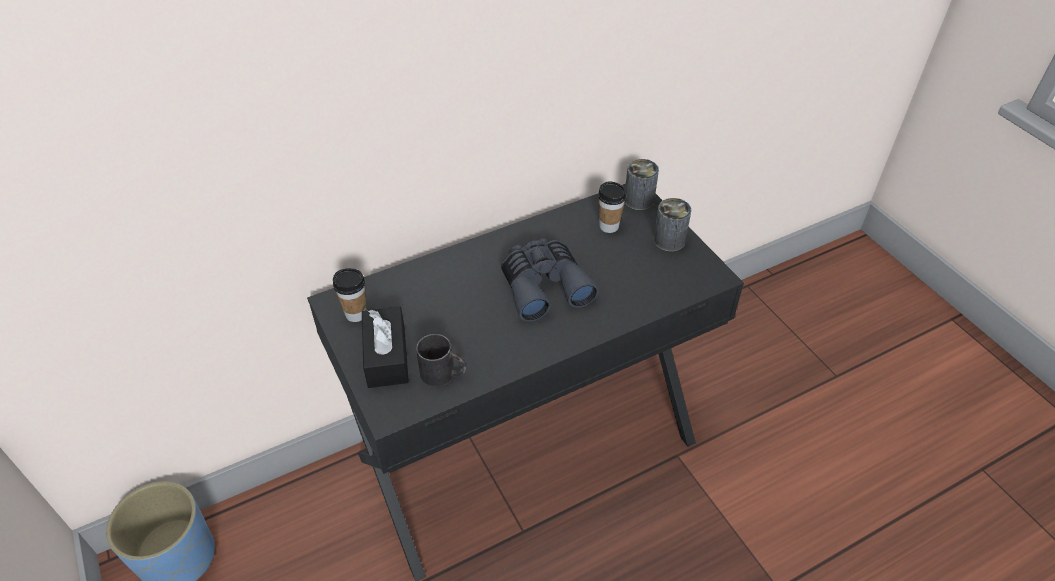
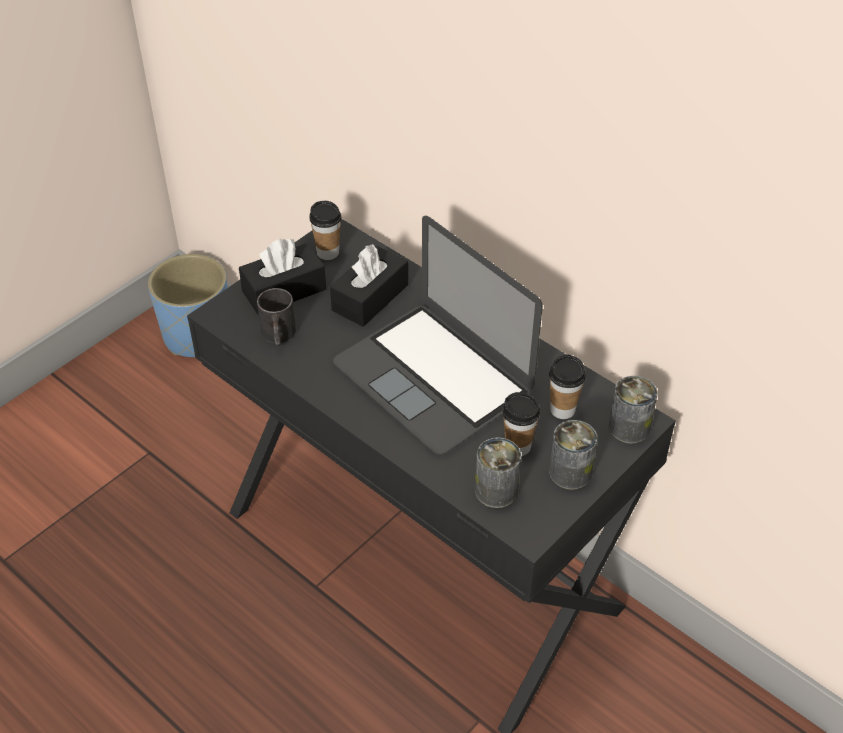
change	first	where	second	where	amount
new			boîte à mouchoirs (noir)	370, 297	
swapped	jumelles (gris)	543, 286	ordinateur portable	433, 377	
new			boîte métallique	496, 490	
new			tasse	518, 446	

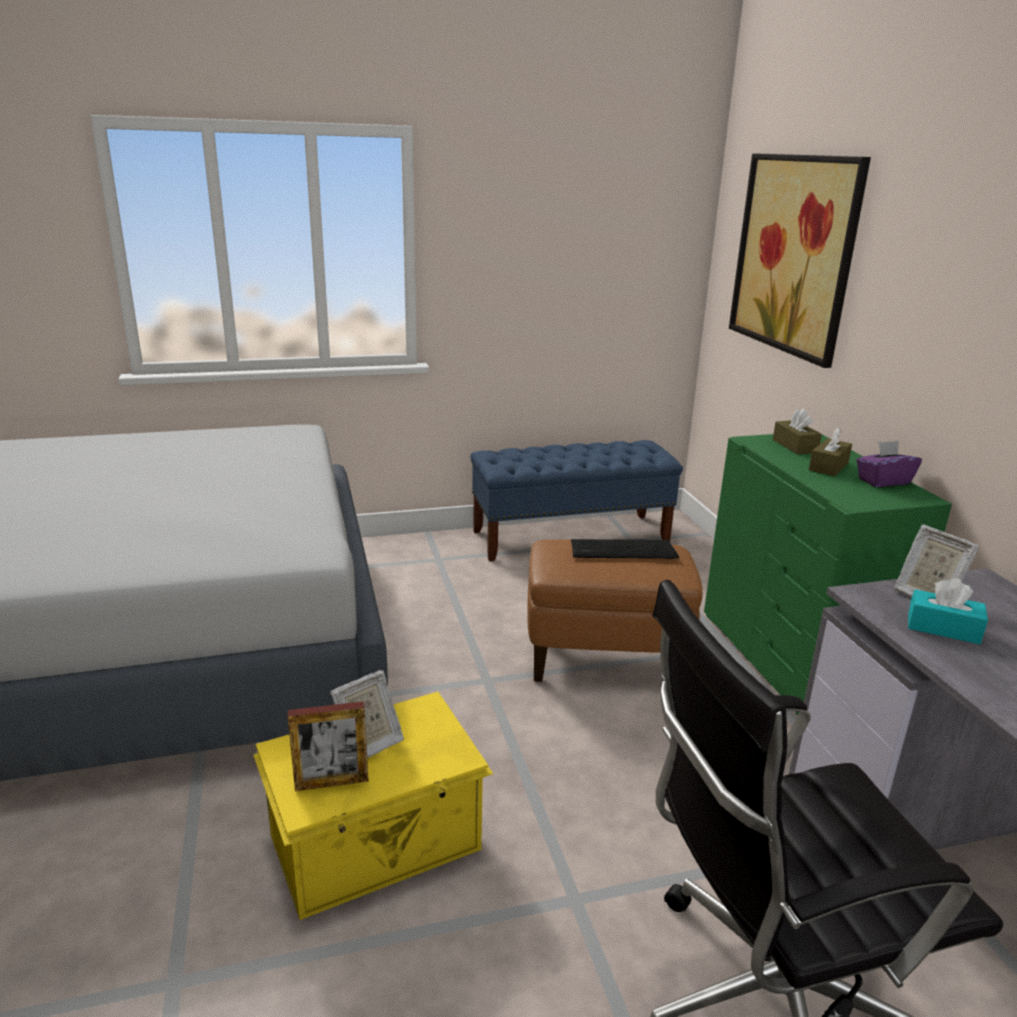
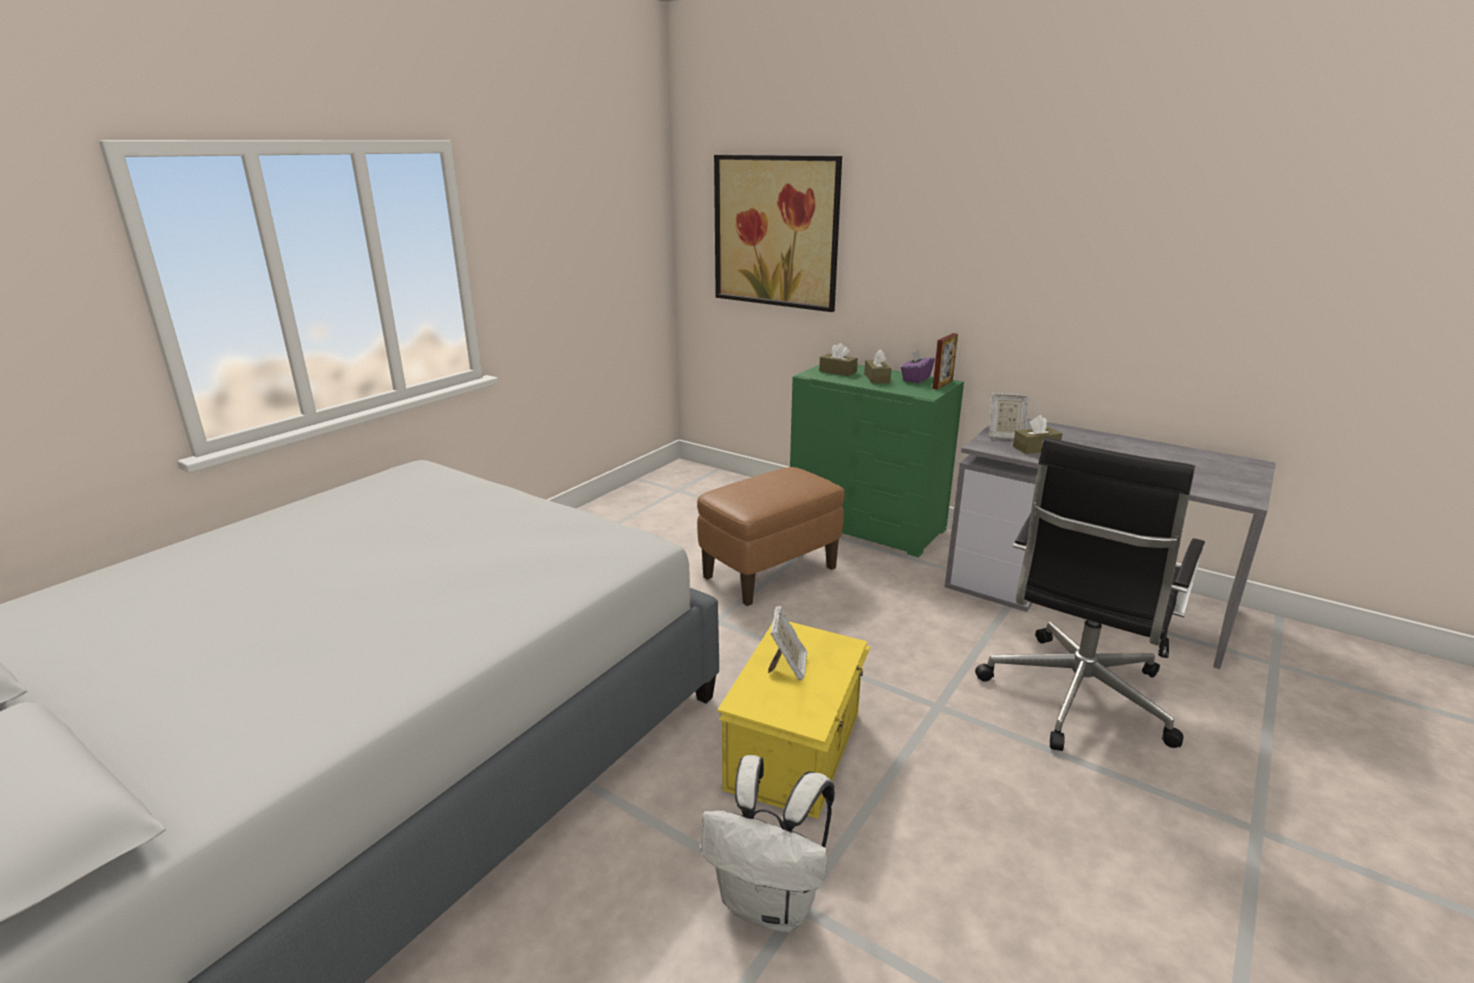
change	first	where	second	where	amount
new			sac à dos (blanc)	770, 903	
shifted	cadre photo	331, 782		942, 384	
repainted	boîte à mouchoirs (turquoise)	943, 628	boîte à mouchoirs (marron)	1036, 448	
gone	banc (bleu)	571, 537			
gone	clavier	622, 550			

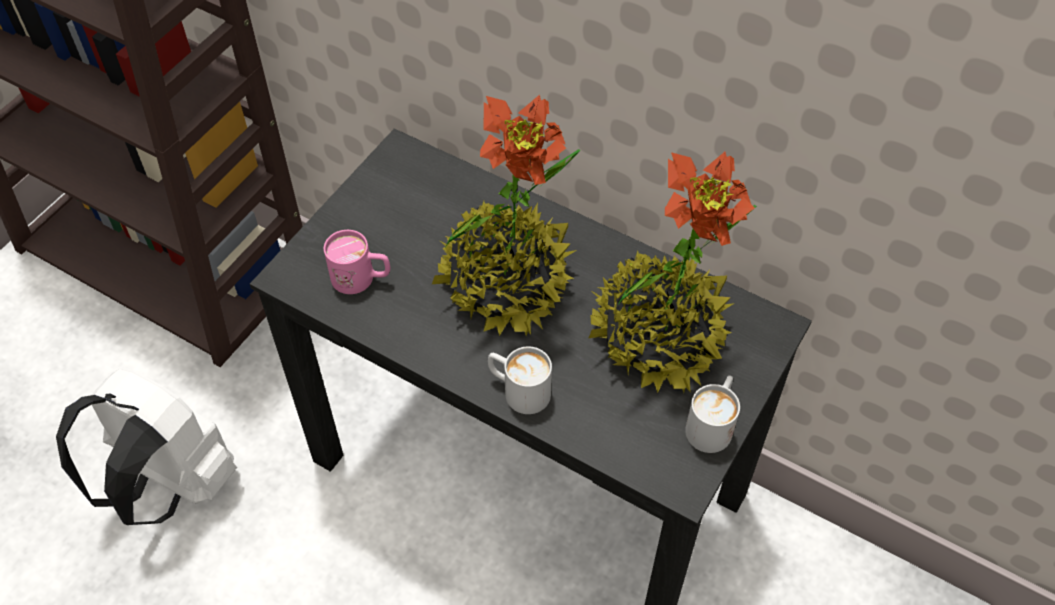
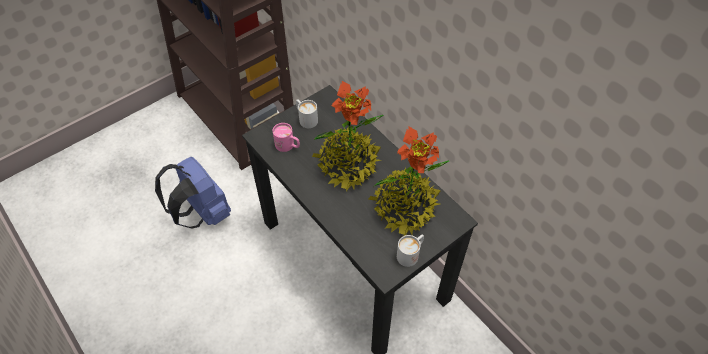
change	first	where	second	where	amount
repainted	sac à dos (blanc)	170, 484	sac à dos (bleu)	202, 213	
shifted	mug (blanc)	518, 390		306, 119	

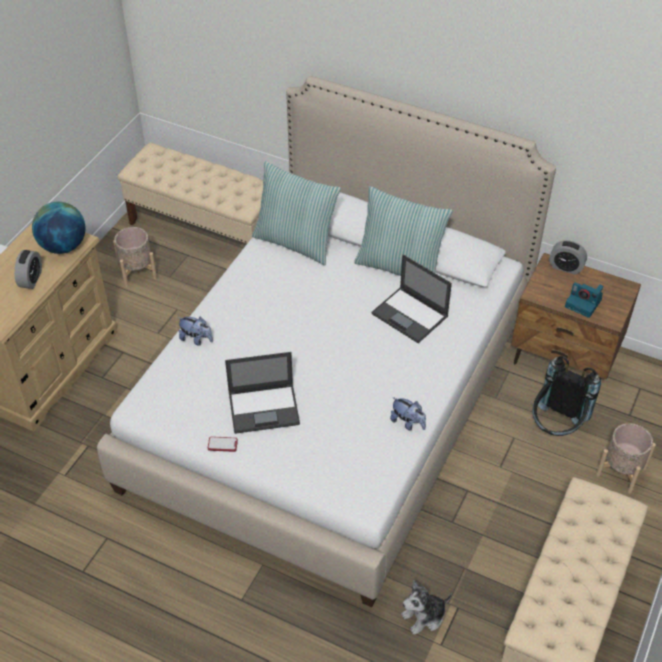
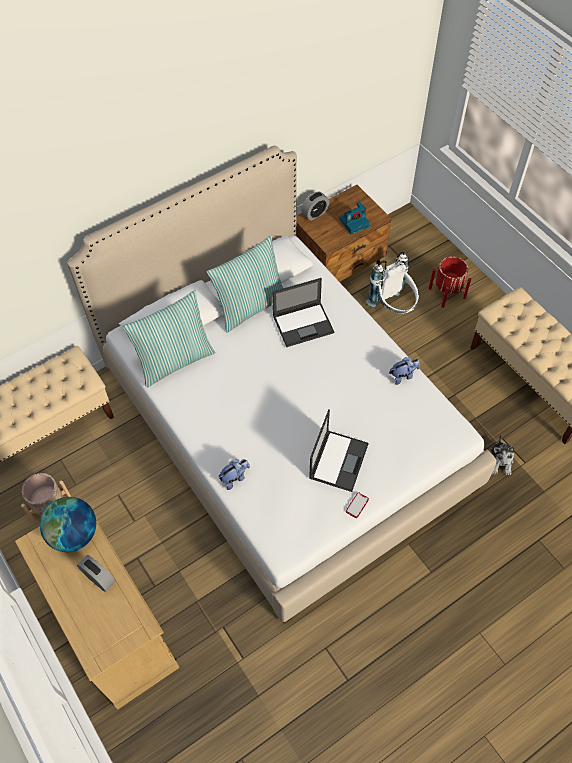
change	first	where	second	where	amount
repainted	sac à dos (noir)	556, 428	sac à dos (blanc)	393, 307	
repainted	cache-pot (beige)	621, 471	cache-pot (rouge)	446, 293	

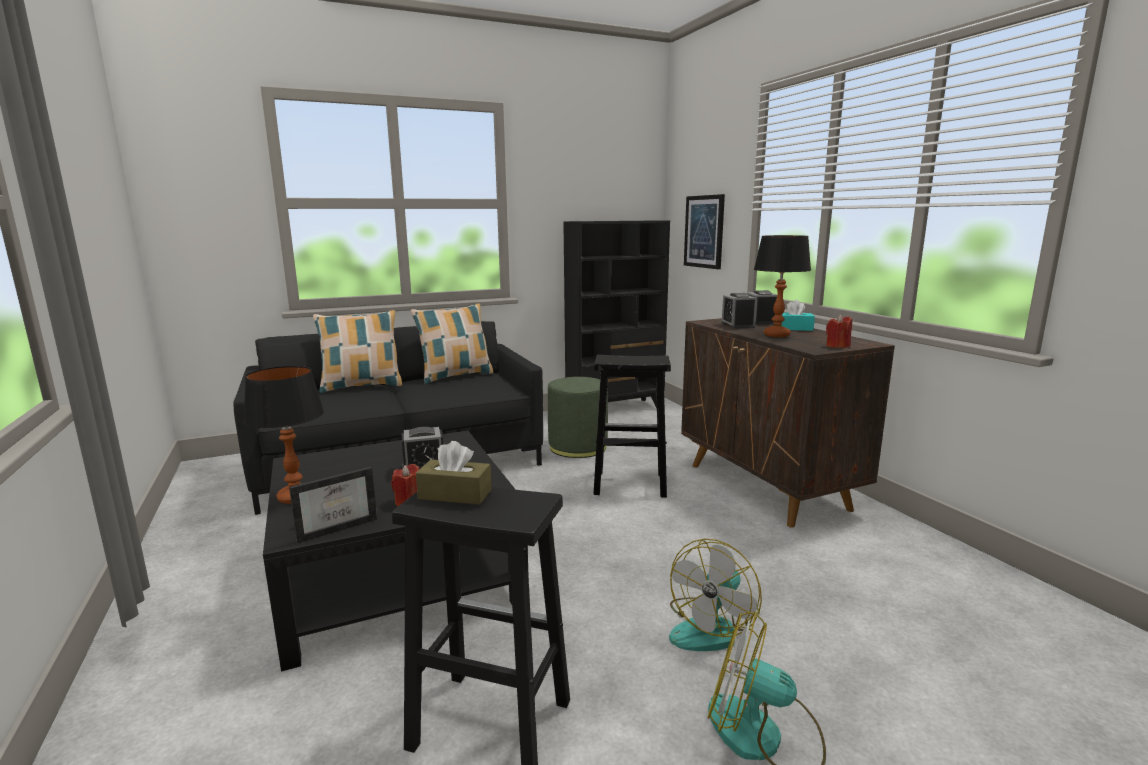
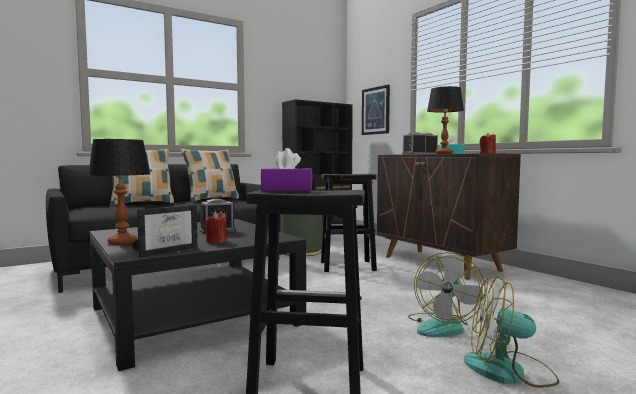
change	first	where	second	where	amount
repainted	boîte à mouchoirs (marron)	455, 494	boîte à mouchoirs (violet)	287, 190	

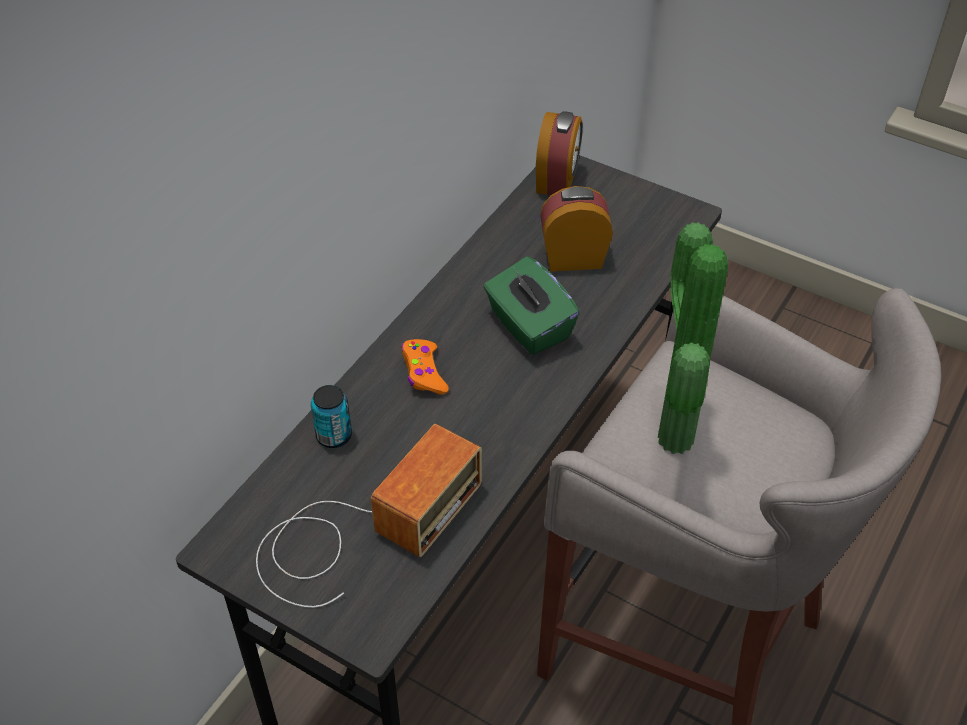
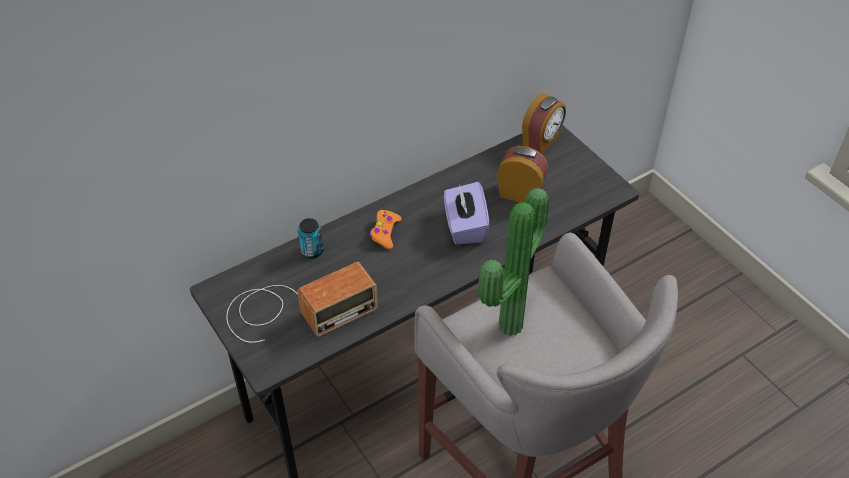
change	first	where	second	where	amount
repainted	boîte à mouchoirs (vert)	529, 326	boîte à mouchoirs (violet)	465, 226	

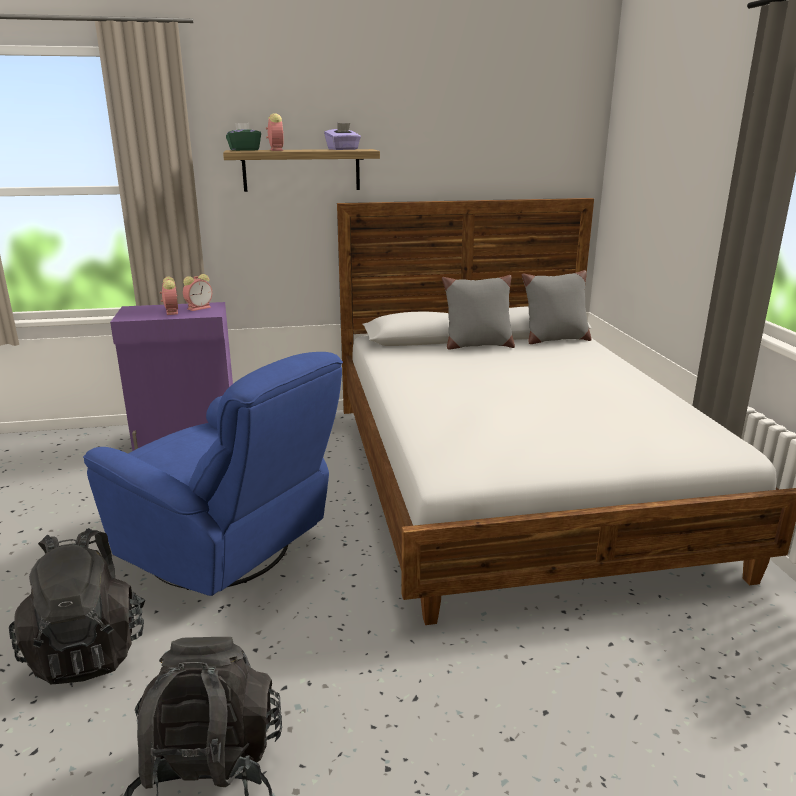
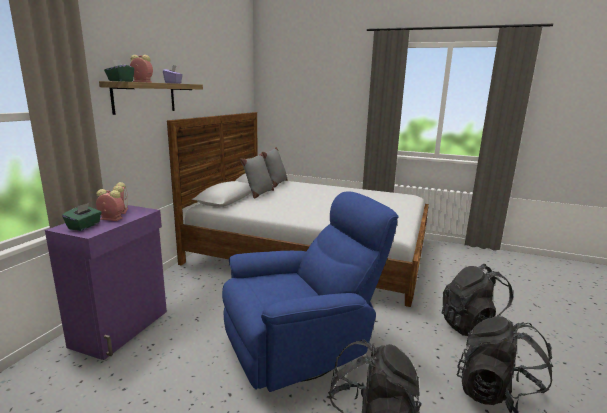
change	first	where	second	where	amount
new			boîte à mouchoirs (vert)	84, 226	
new			sac à dos (noir)	473, 326	

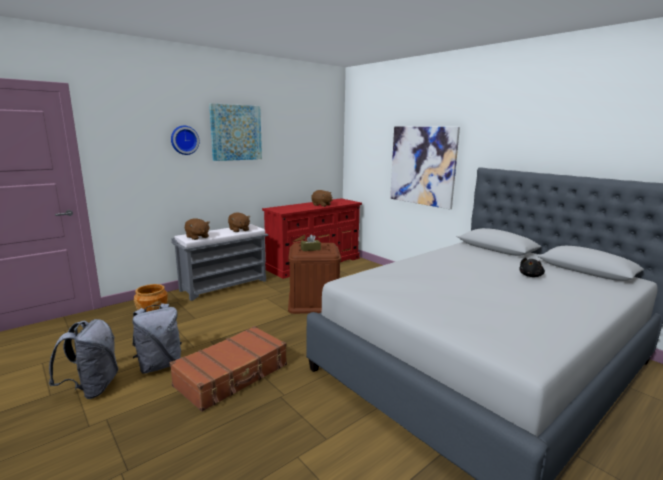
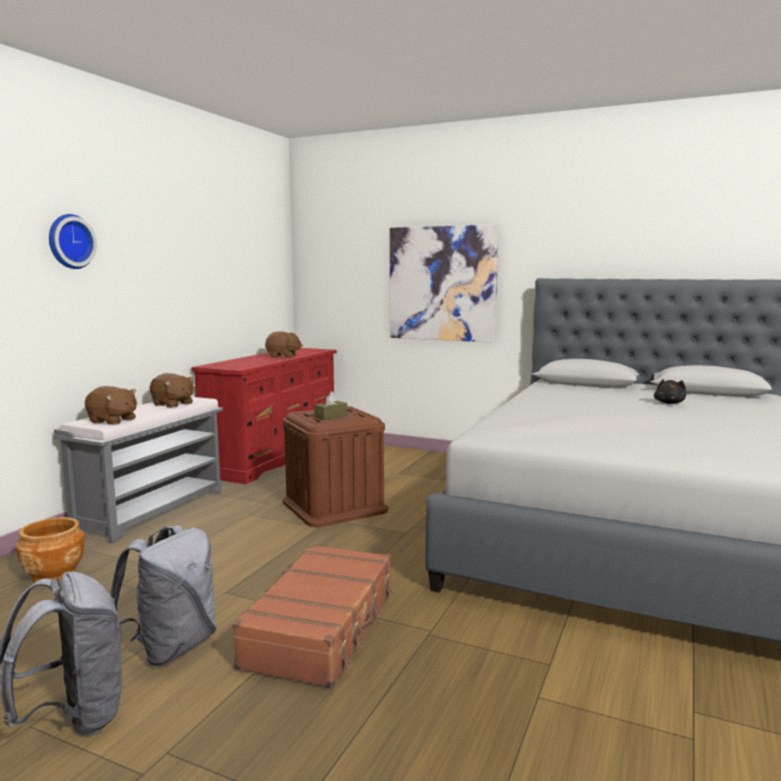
change	first	where	second	where	amount
gone	tableau	236, 132			

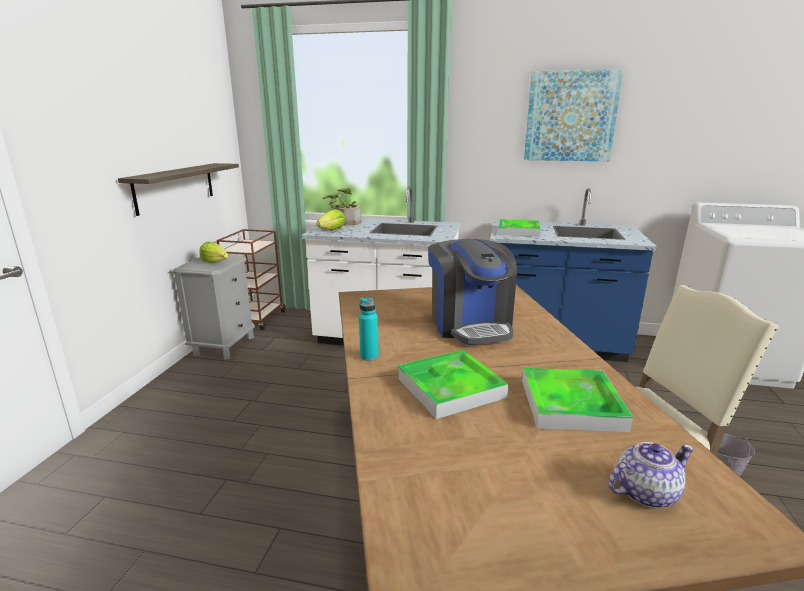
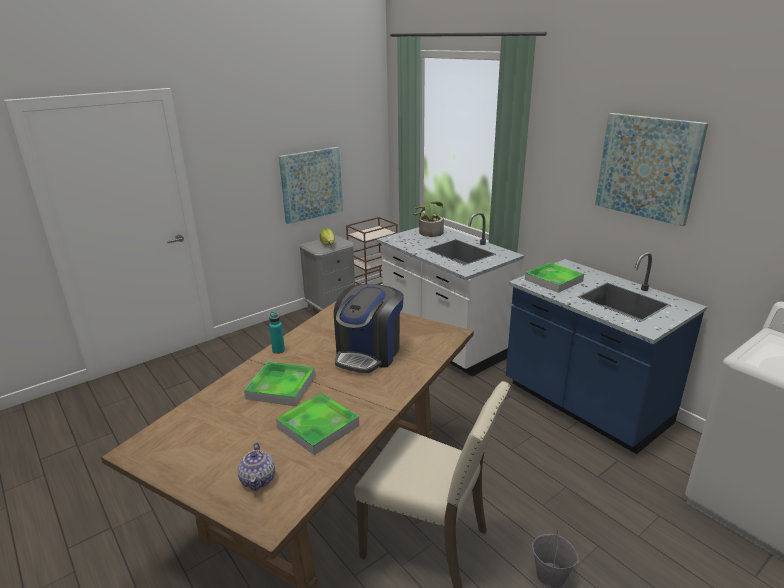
change	first	where	second	where	amount
rotated	théière	644, 492		258, 479	60 degrees clockwise
swapped	étagère	175, 187	tableau	311, 184	
gone	laitue	332, 230			

